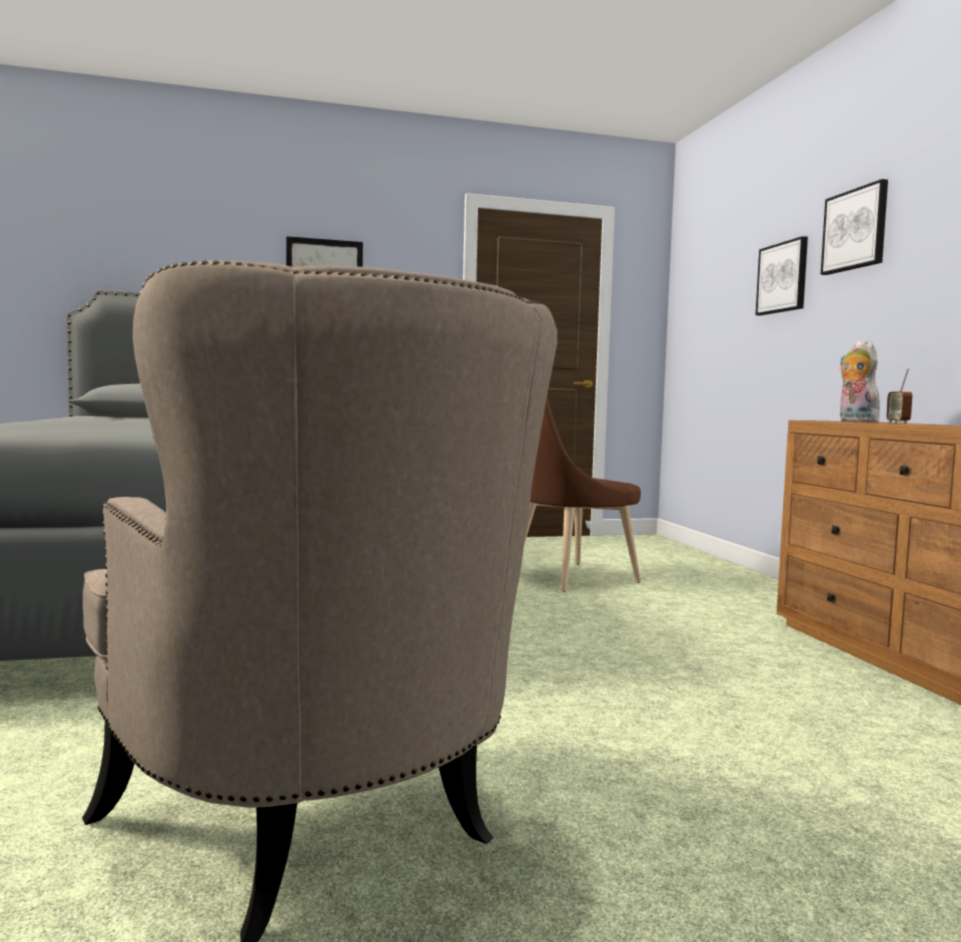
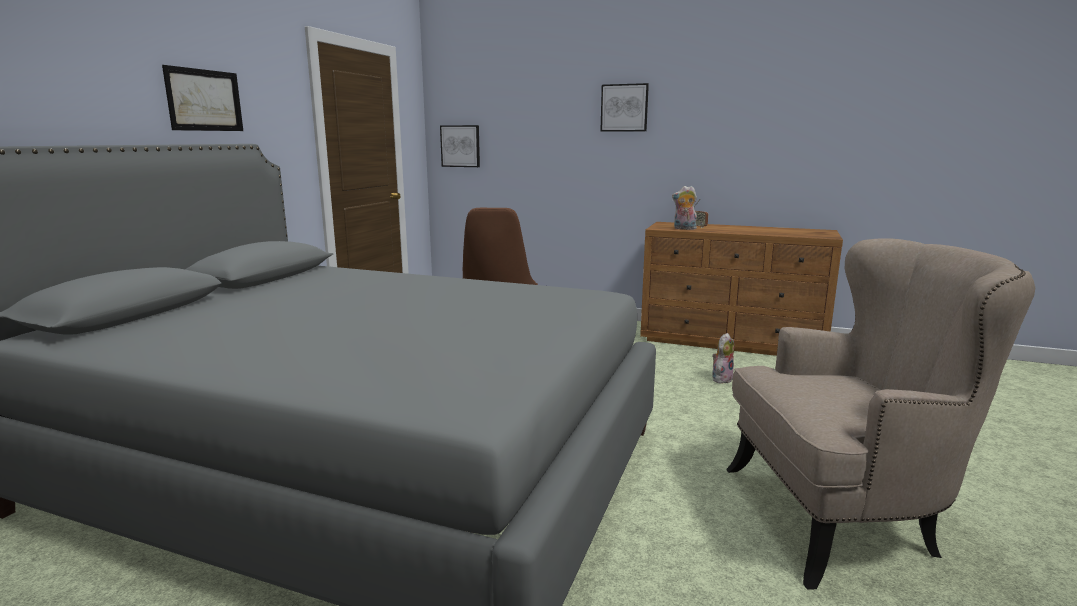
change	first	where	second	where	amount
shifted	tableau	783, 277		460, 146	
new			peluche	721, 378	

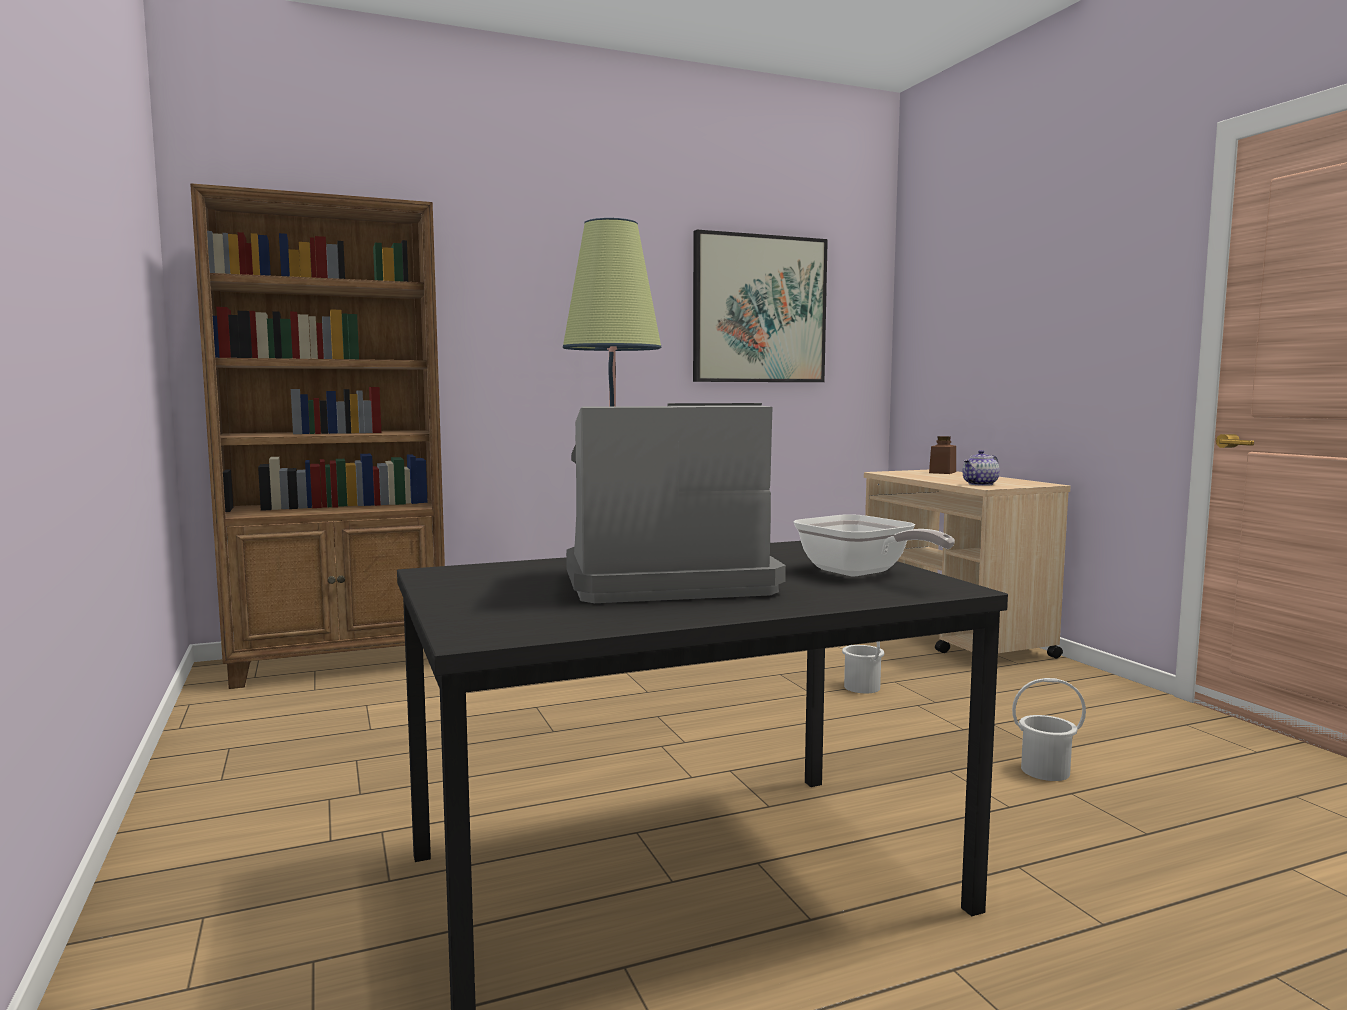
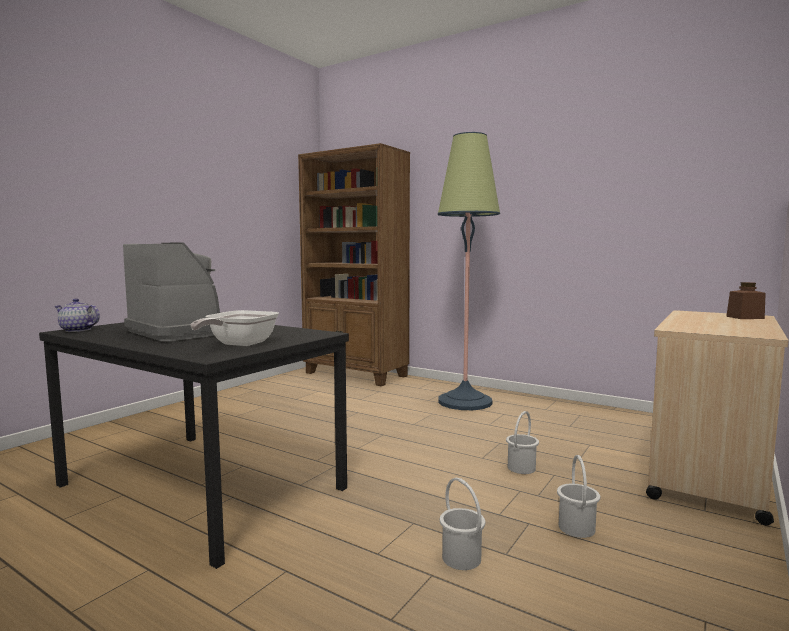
change	first	where	second	where	amount
shifted	théière	980, 484		77, 330	
new			seau (blanc)	576, 528	
gone	tableau	759, 309			

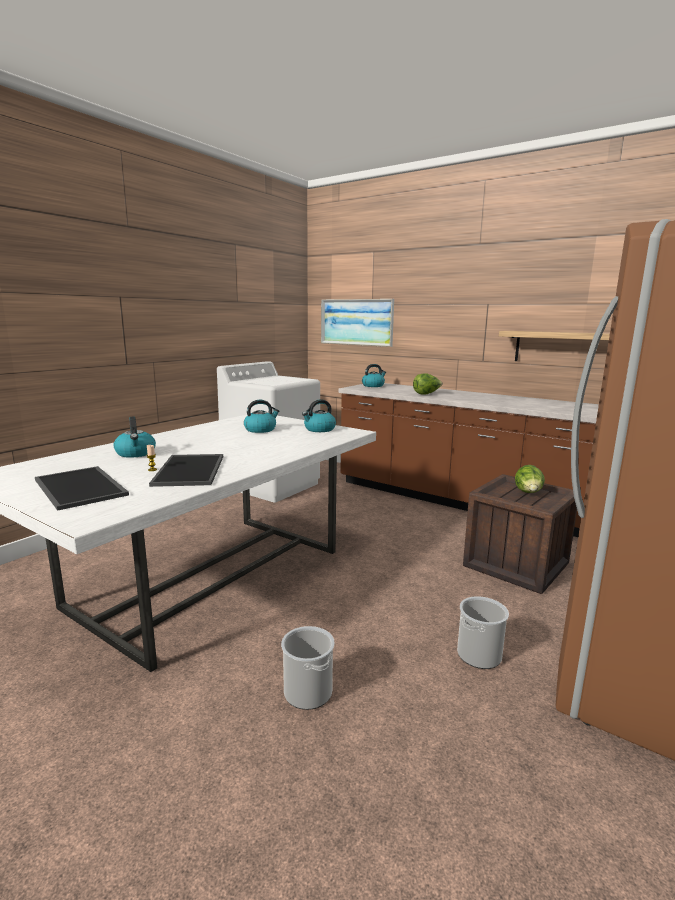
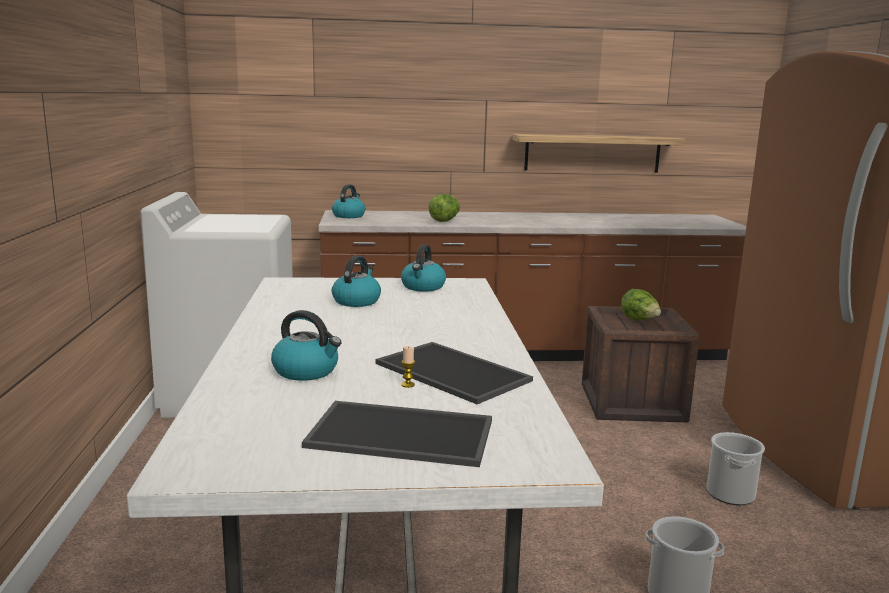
change	first	where	second	where	amount
gone	tableau	356, 322			

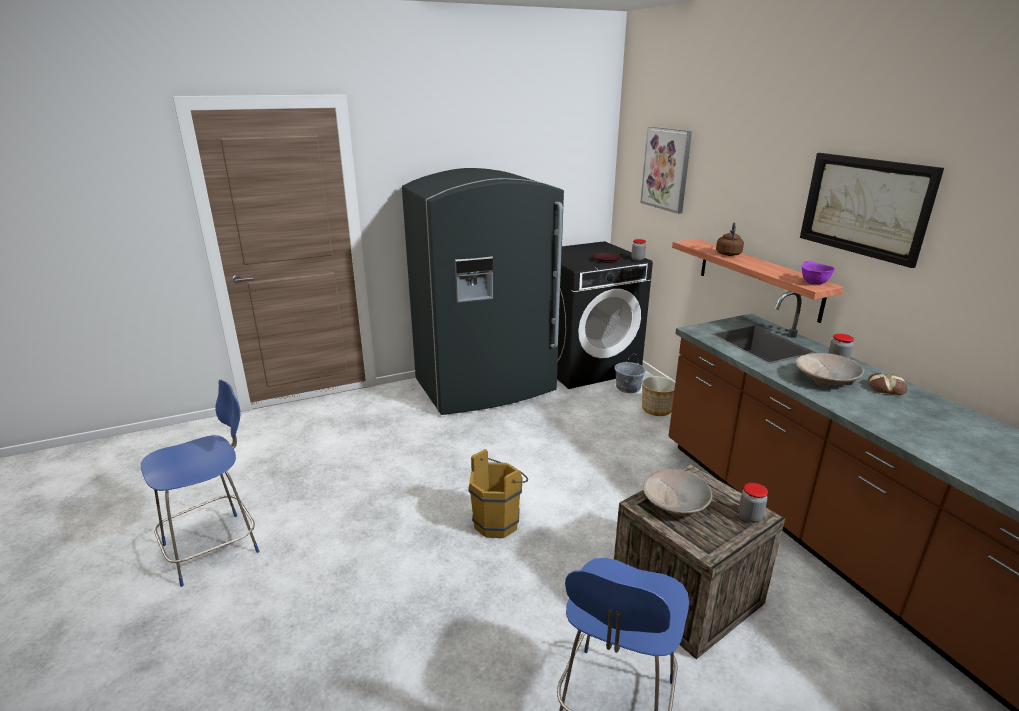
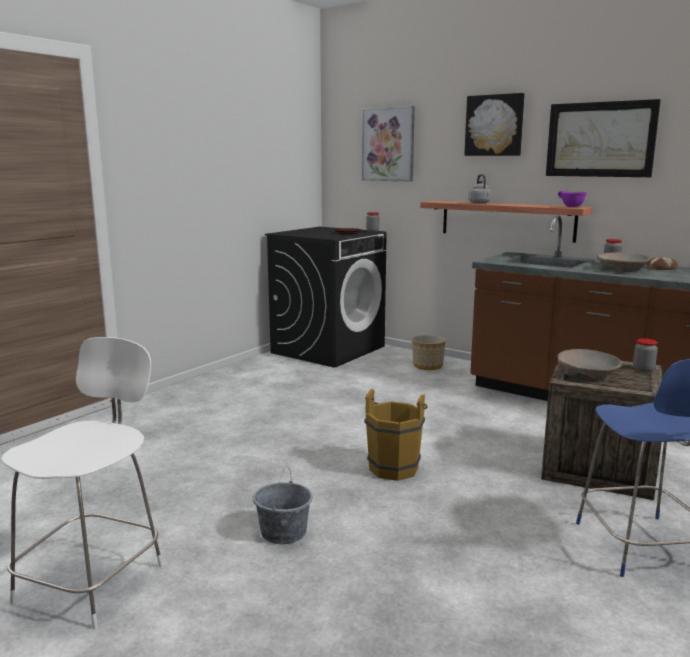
change	first	where	second	where	amount
repainted	chaise (bleu)	215, 546	chaise (blanc)	94, 580	
shifted	seau (gris)	628, 387		283, 532	
new			tableau	494, 125	
repainted	bouilloire (marron)	728, 253	bouilloire (gris)	478, 203	
gone	réfrigérateur (gris)	486, 387			

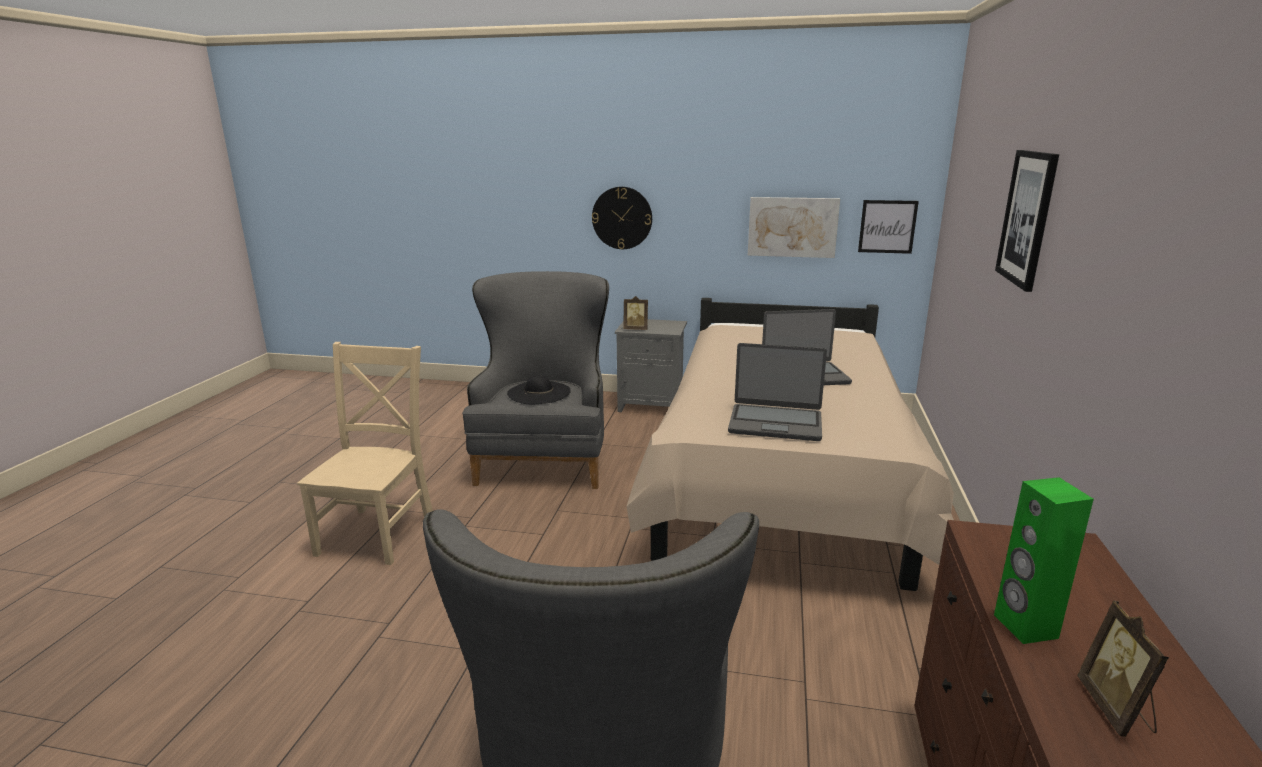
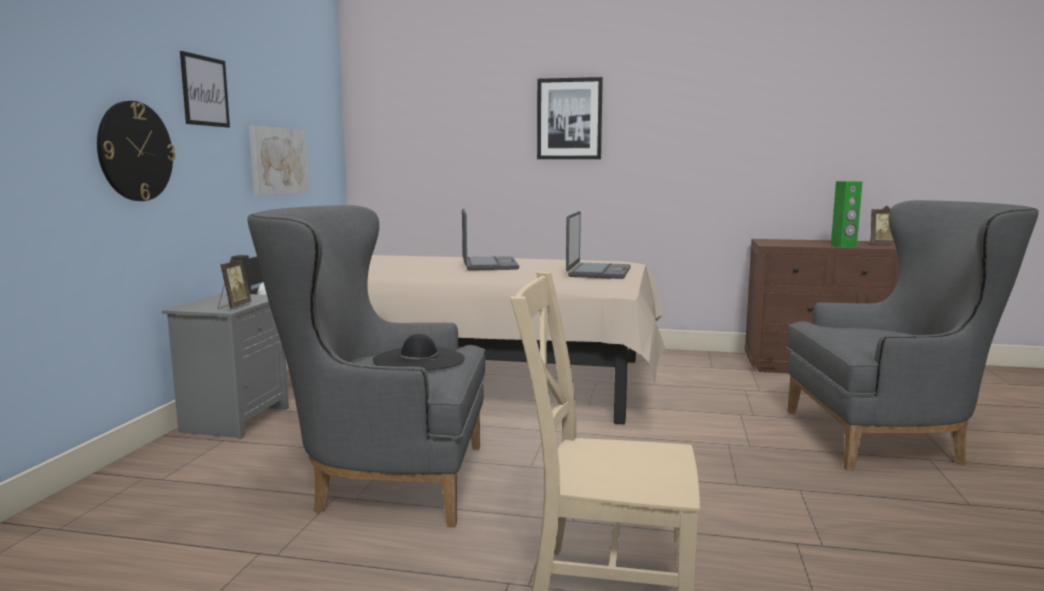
change	first	where	second	where	amount
shifted	tableau	887, 226		205, 91	

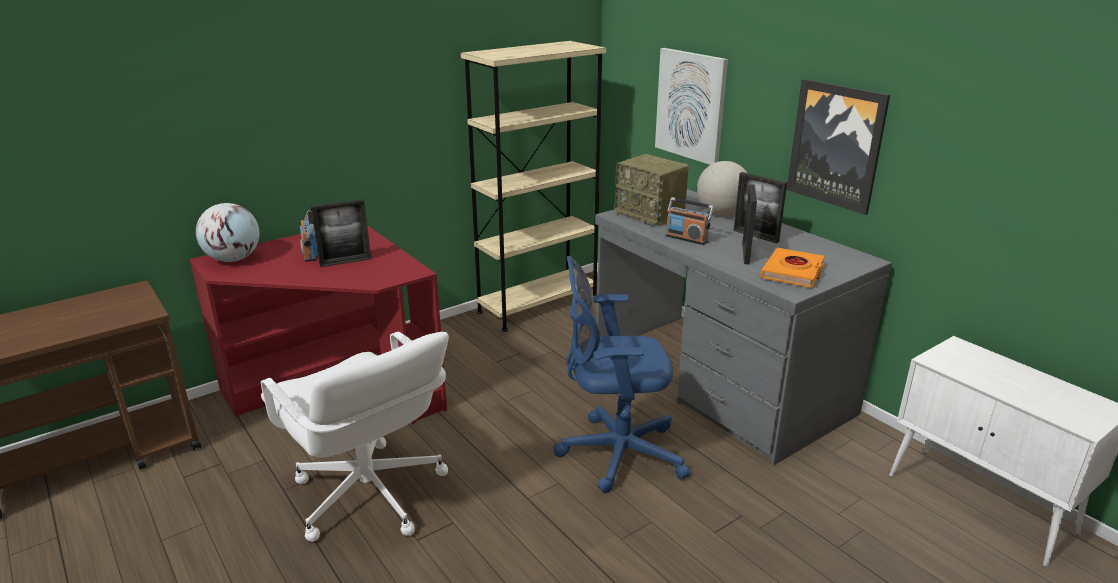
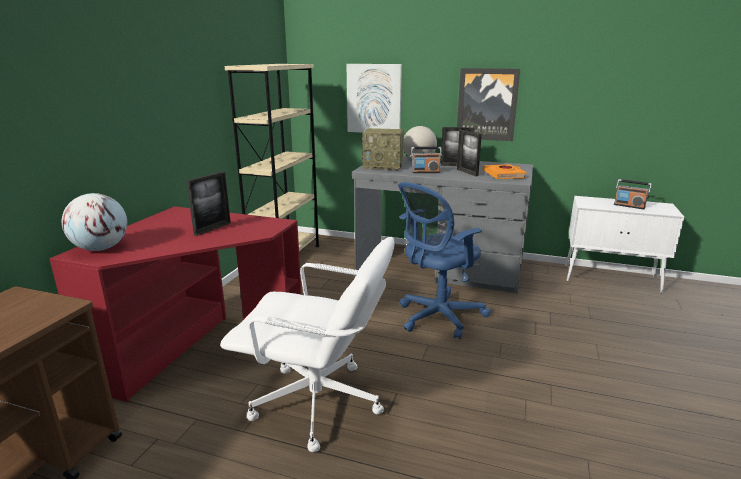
change	first	where	second	where	amount
shifted	radio	310, 253		629, 206	

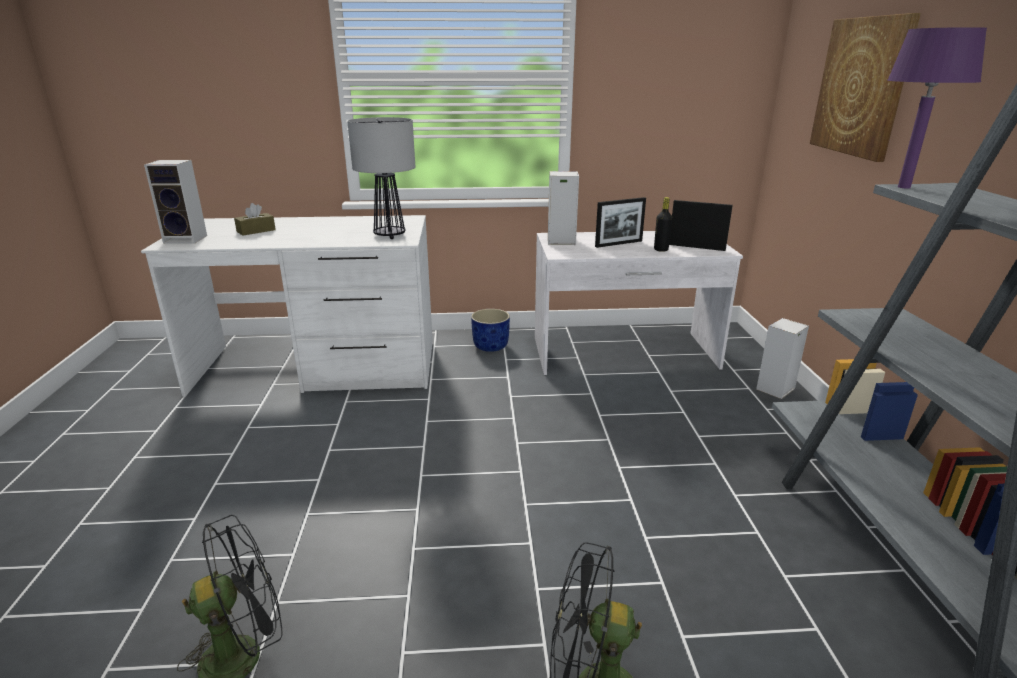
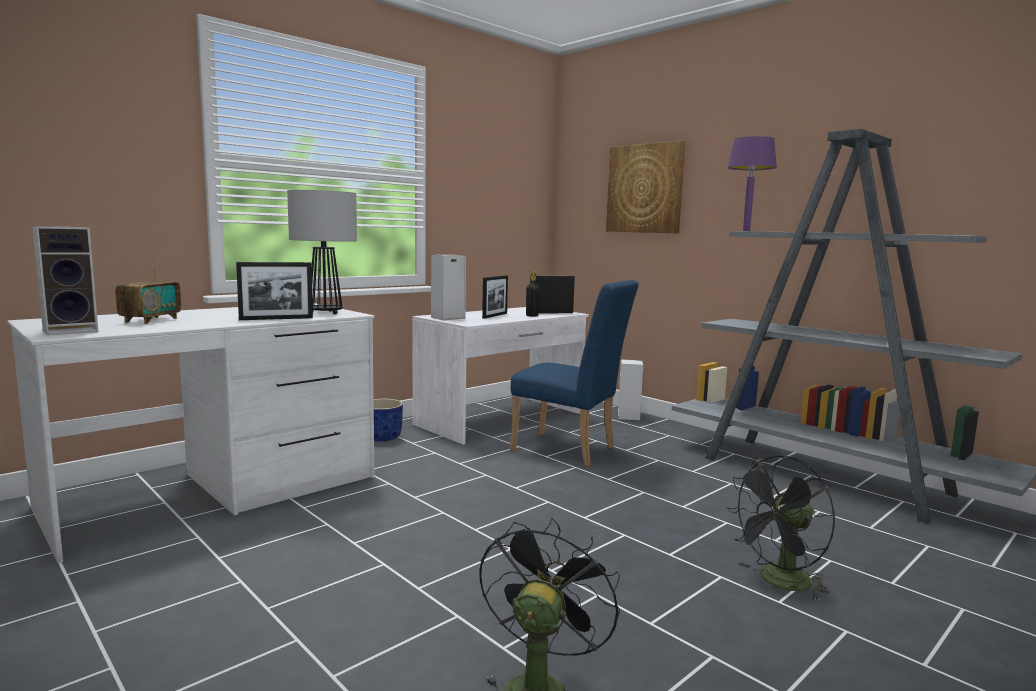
change	first	where	second	where	amount
swapped	boîte à mouchoirs (marron)	256, 231	radio	150, 320	
new			cadre photo	276, 319	
new			chaise (bleu)	570, 450	

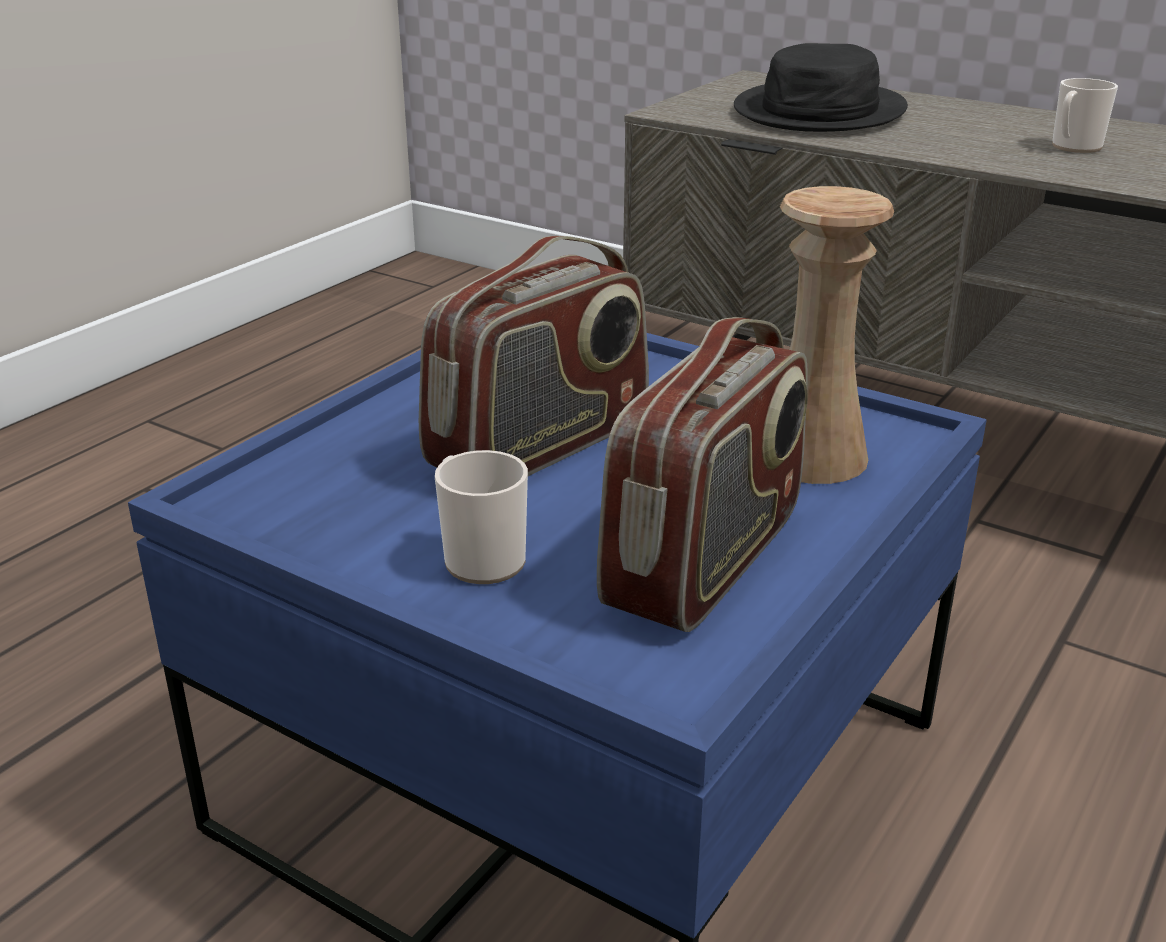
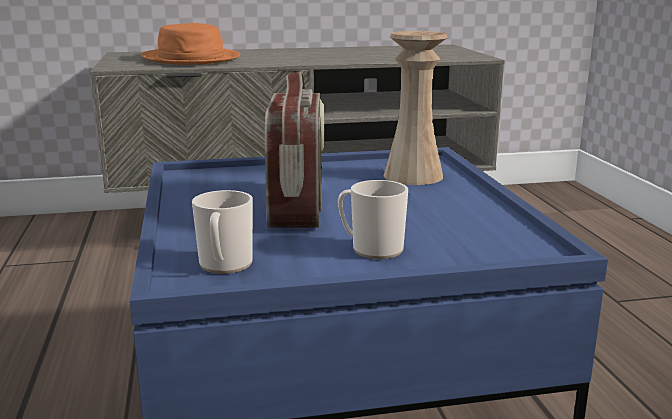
change	first	where	second	where	amount
repainted	chapeau (noir)	820, 111	chapeau (orange)	191, 58	
shifted	mug	1073, 147		224, 266	
gone	radio	706, 560			

